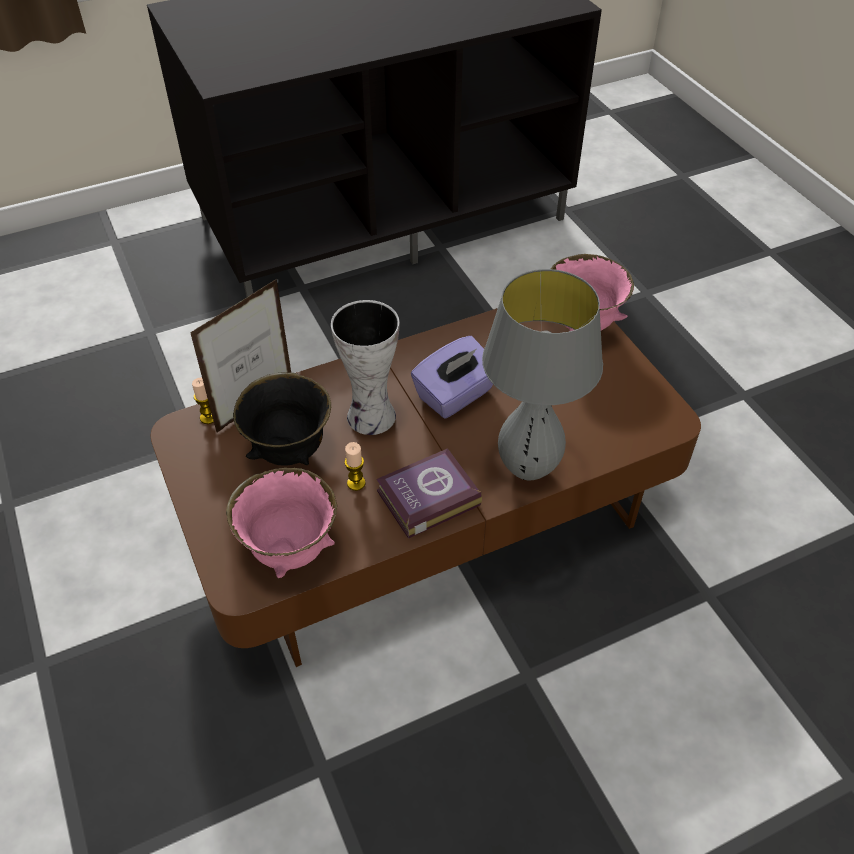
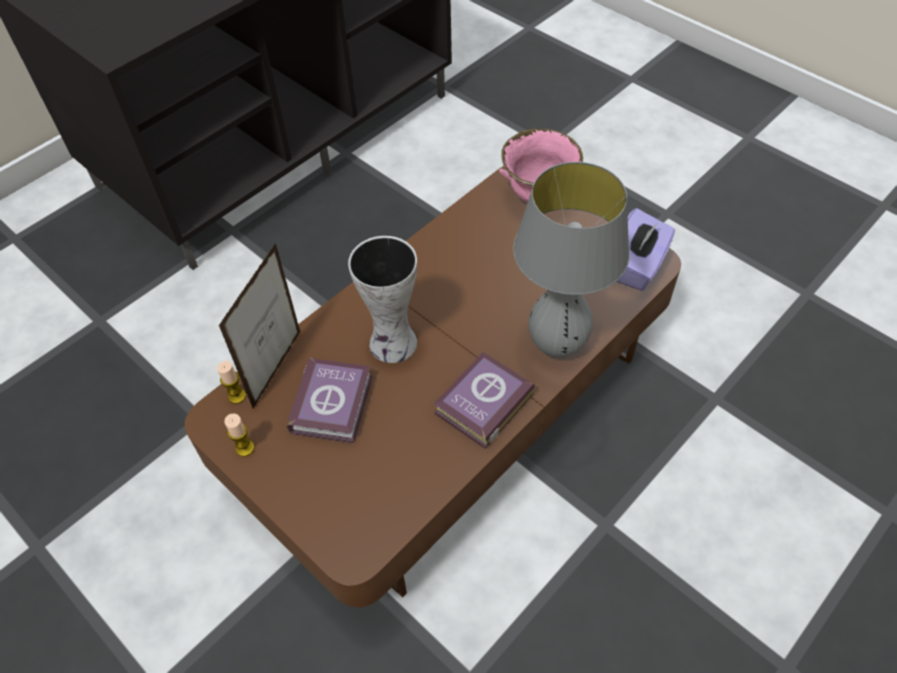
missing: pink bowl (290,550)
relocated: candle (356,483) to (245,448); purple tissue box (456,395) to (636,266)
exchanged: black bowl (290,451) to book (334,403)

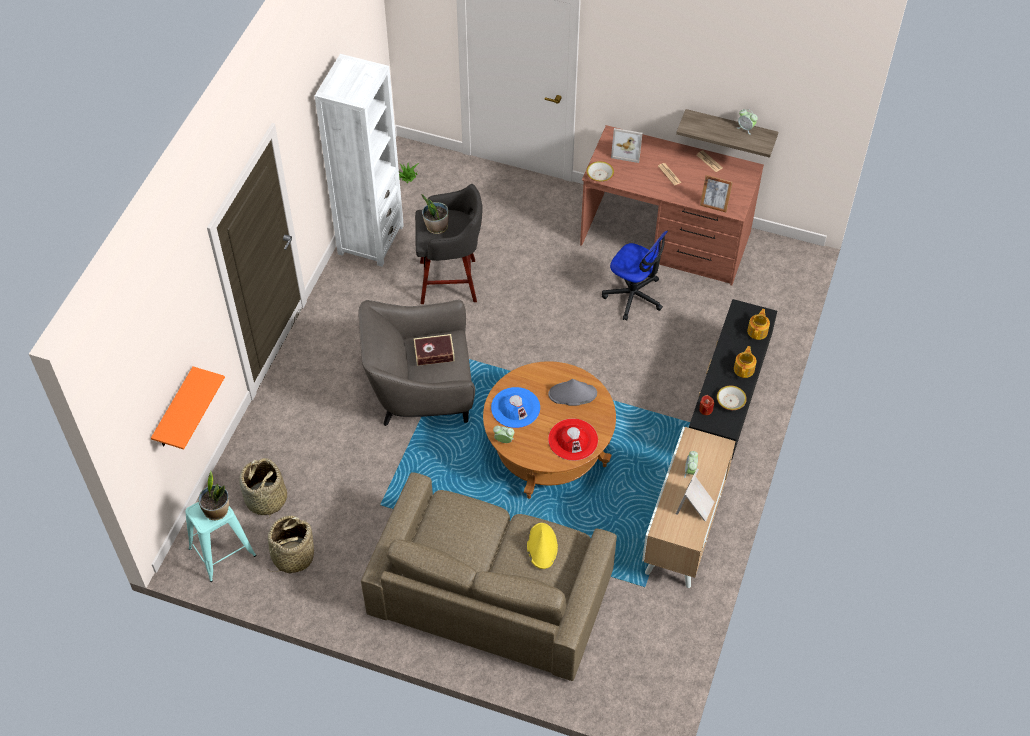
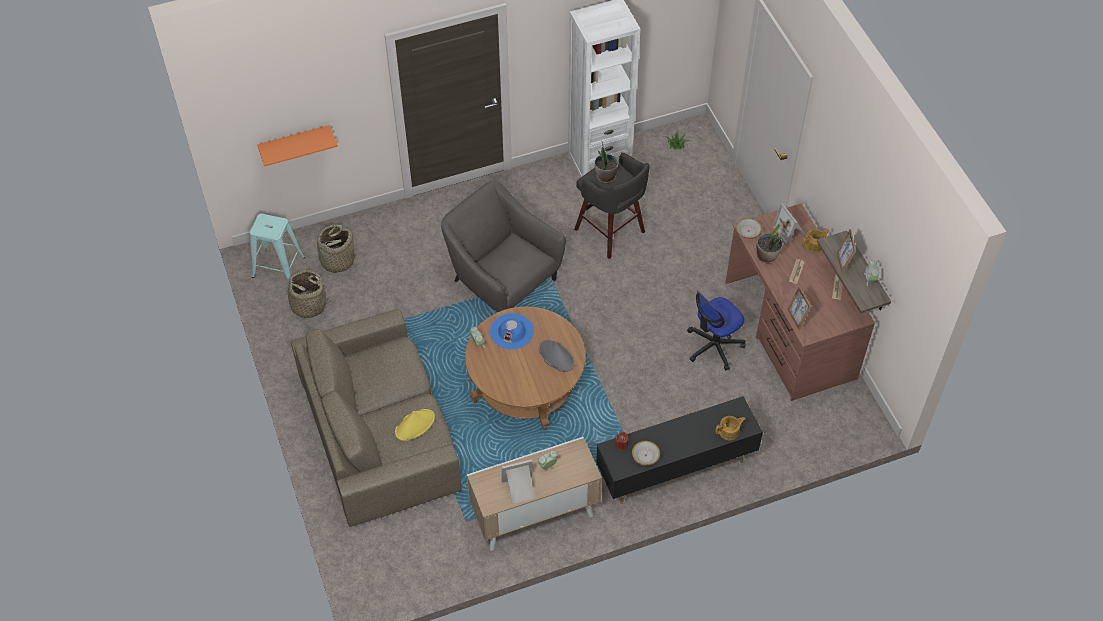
missing: book (434,353); red hat (573,439)
appeared: picture frame (843,262)
relocated: potted plant (217,511) to (767,256); teapot (744,369) to (814,245)
spun: office chair (633,296) = (714,346) 60 degrees clockwise

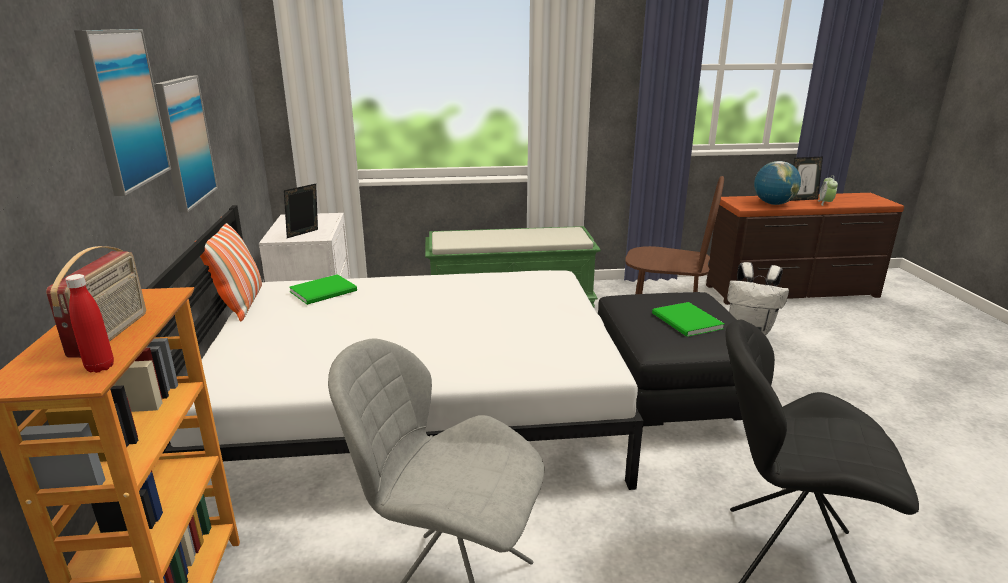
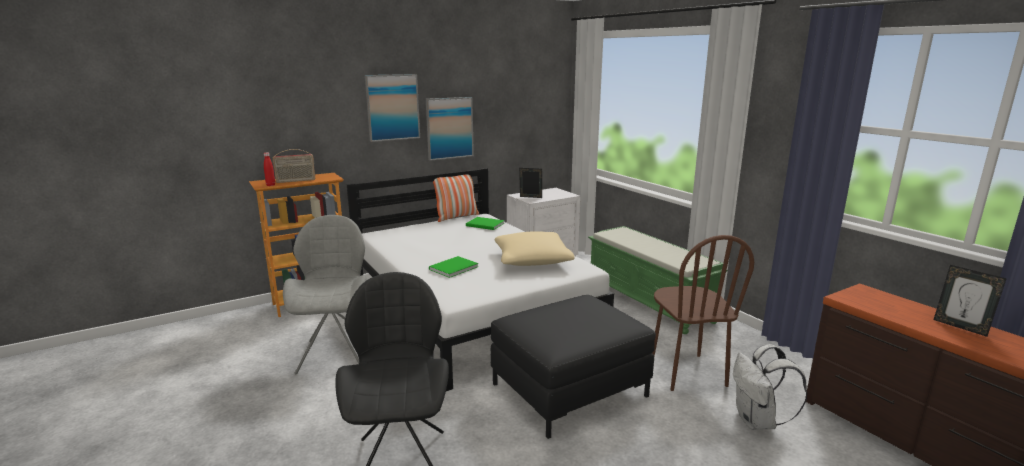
missing: globe (773,204); alarm clock (825,203)
appeared: beige pillow (532,260)
relocated: green book (686,322) to (452,268)

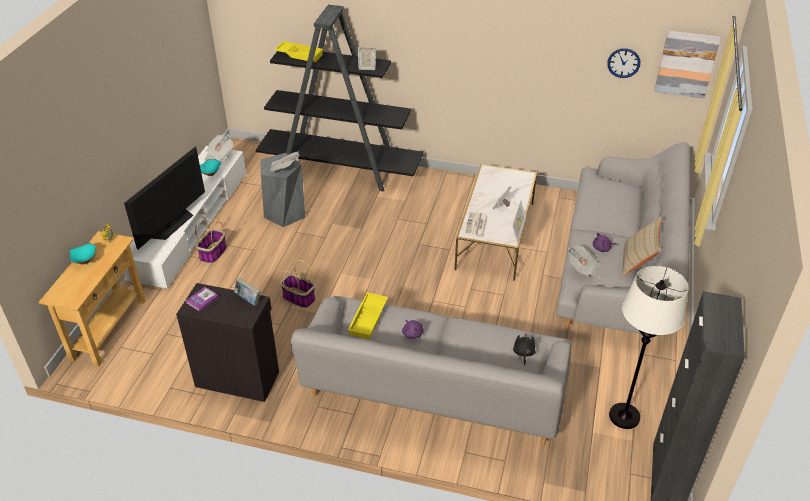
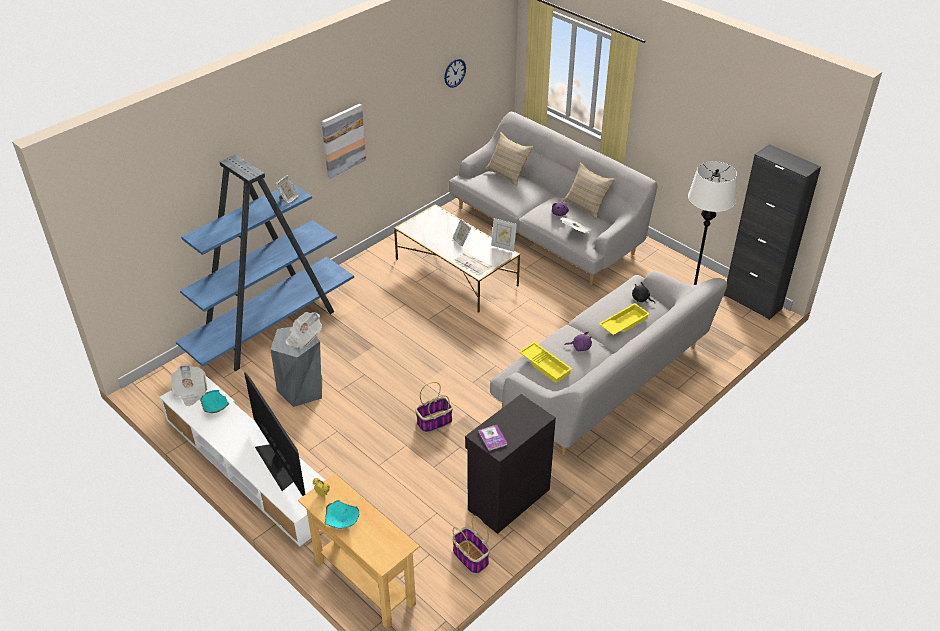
missing: book (248,300)
appeared: beige pillow (507,173)
relocated: basket (213,253) to (471,557); yellow tray (300,54) to (623,323); picture (686,64) to (343,140)
colour: black bookcase (341,170) to blue bookcase (271,326)

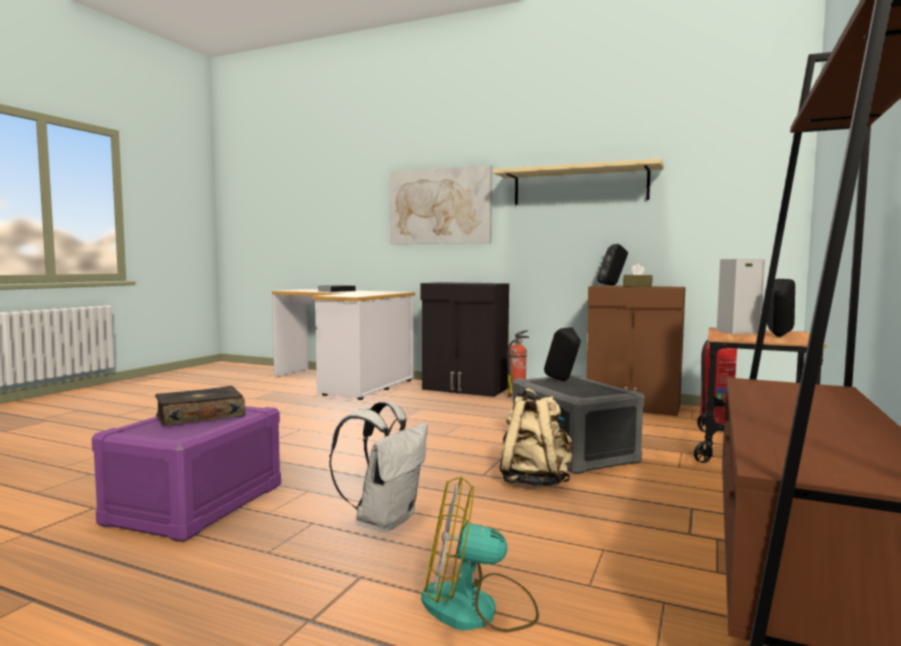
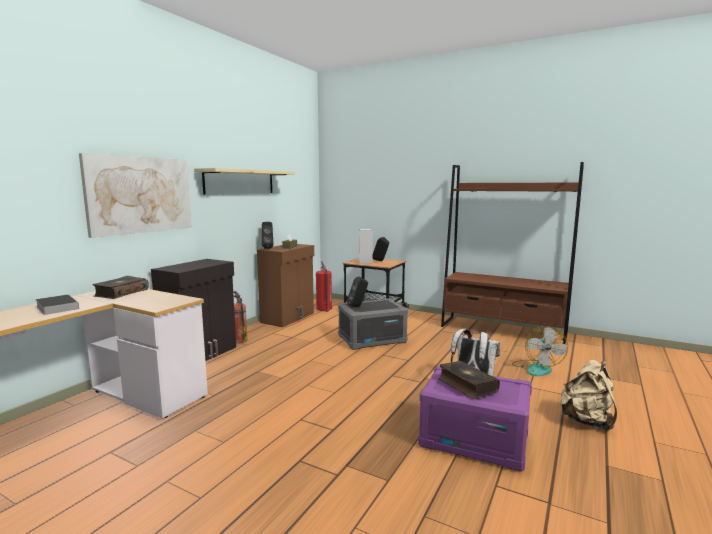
appeared: book (121,293)
relocated: beige backpack (534,481) to (587,421)

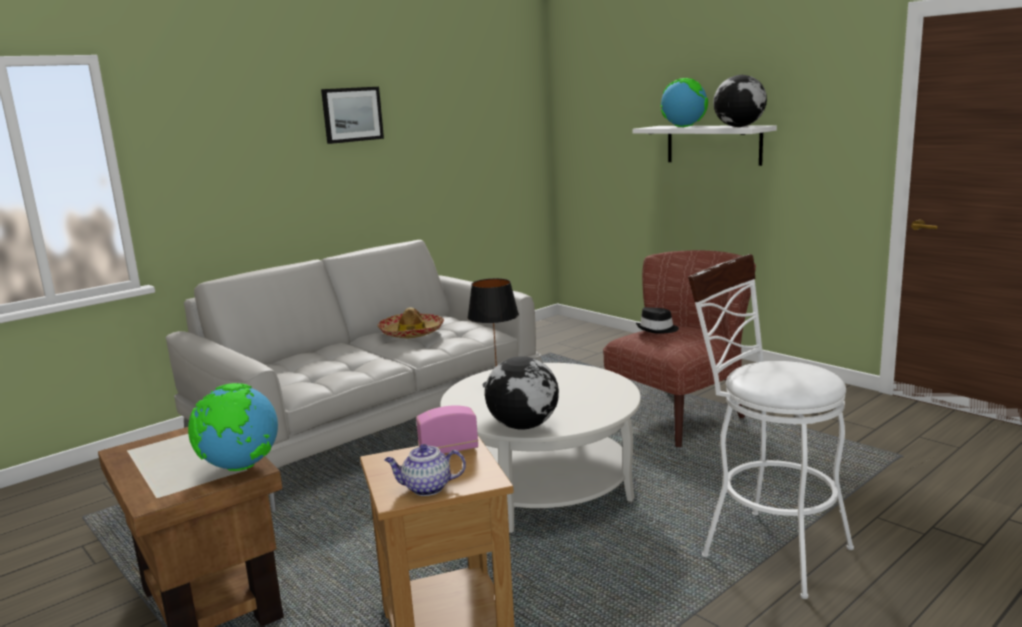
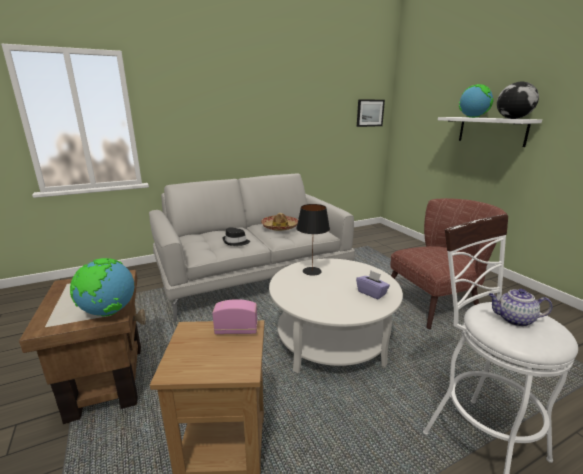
missing: globe (524,426)
appeared: purple tissue box (372,293)
relocated: picture (352,114) to (370,113); teapot (426,488) to (514,319); black hat (657,329) to (236,242)

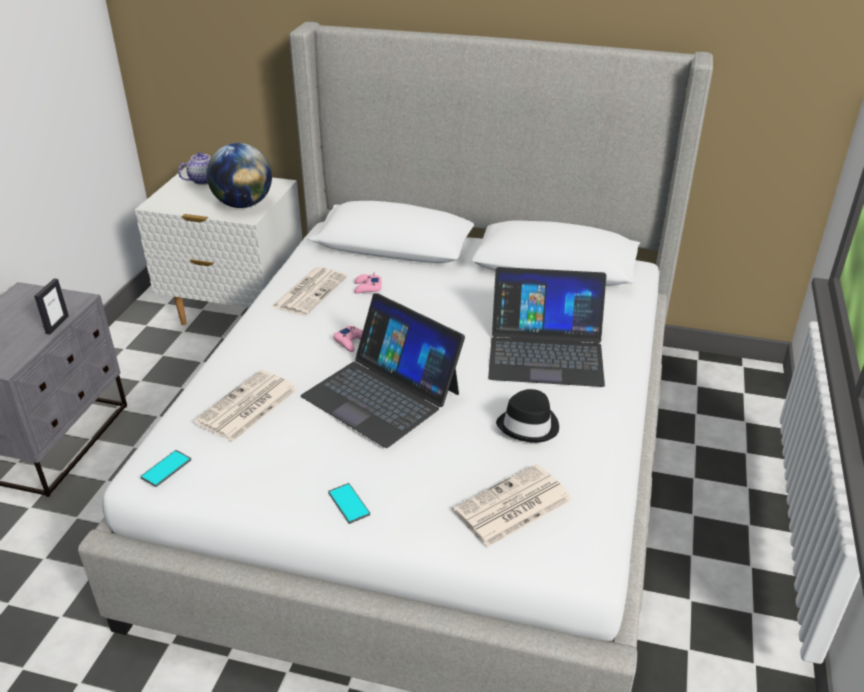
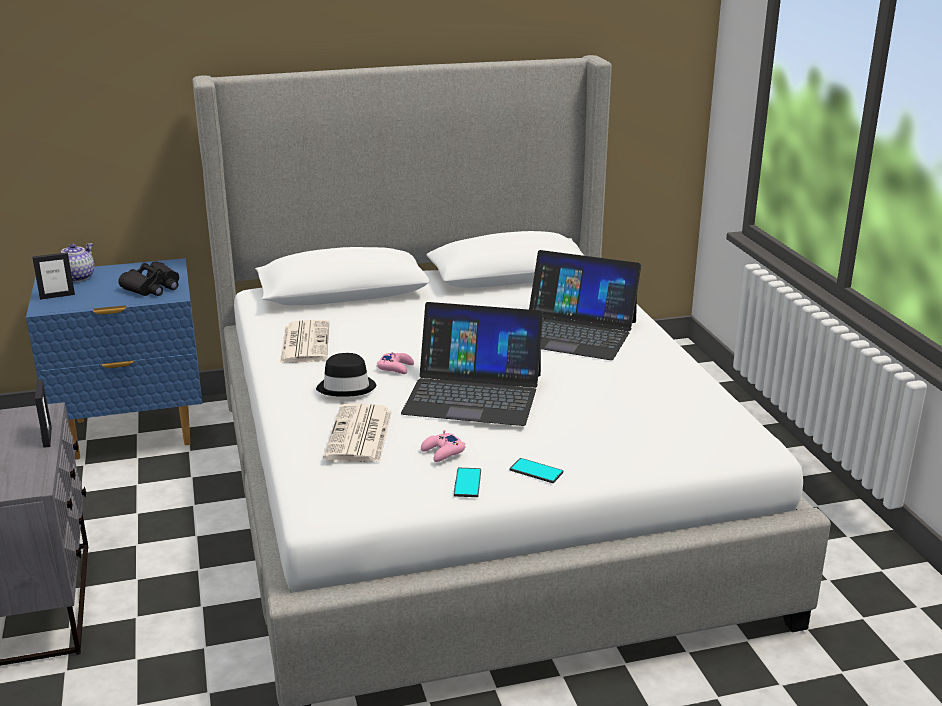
missing: newspaper (512,507)
appeared: picture frame (57,296)
relocated: phone (166,469) to (467,483); pink game controller (367,288) to (443,452); black hat (529,425) to (347,387)
exchanged: globe (243,204) to black binoculars (153,288)
colour: white nightstand (236,314) to blue nightstand (133,433)
spun: laptop (546,351) = (573,332) 45 degrees clockwise

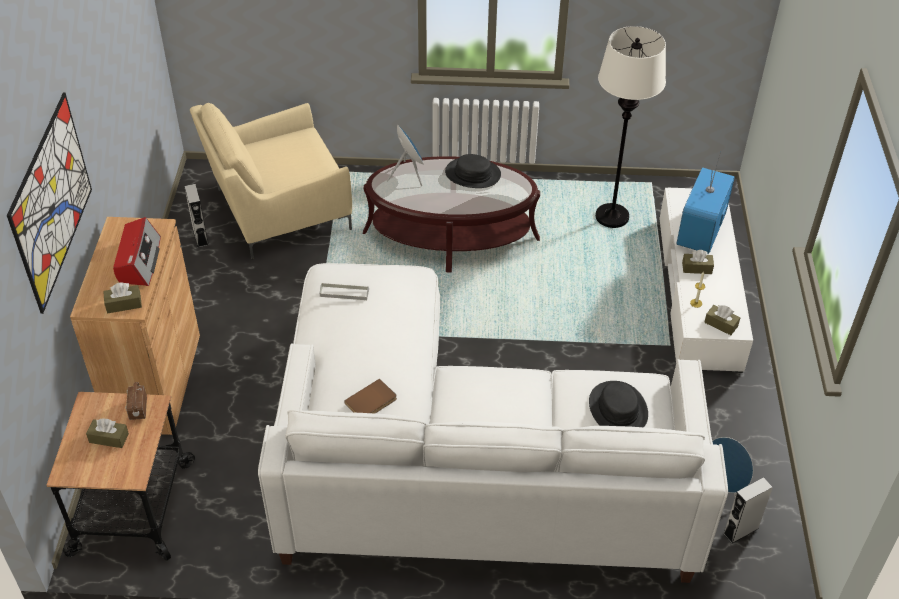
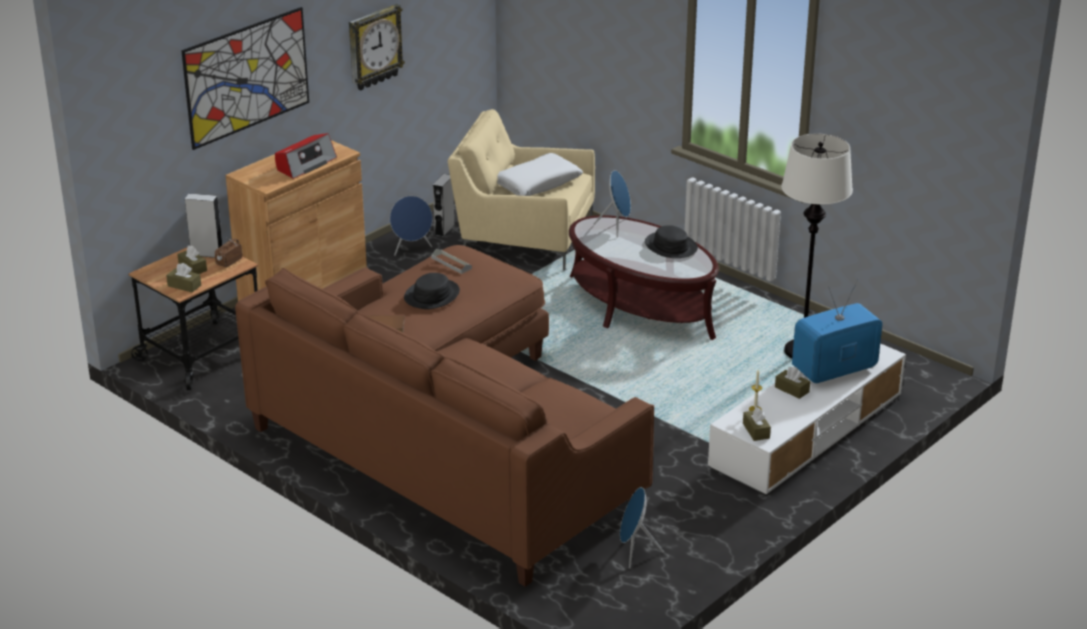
appeared: wall clock (374,47); blue speaker (411,249); white pillow (537,184)
relocated: brown tissue box (124,304) to (184,286); black hat (618,409) to (432,295); grey speaker (740,531) to (207,253)
colour: white sofa (461,466) to brown sofa (449,440)

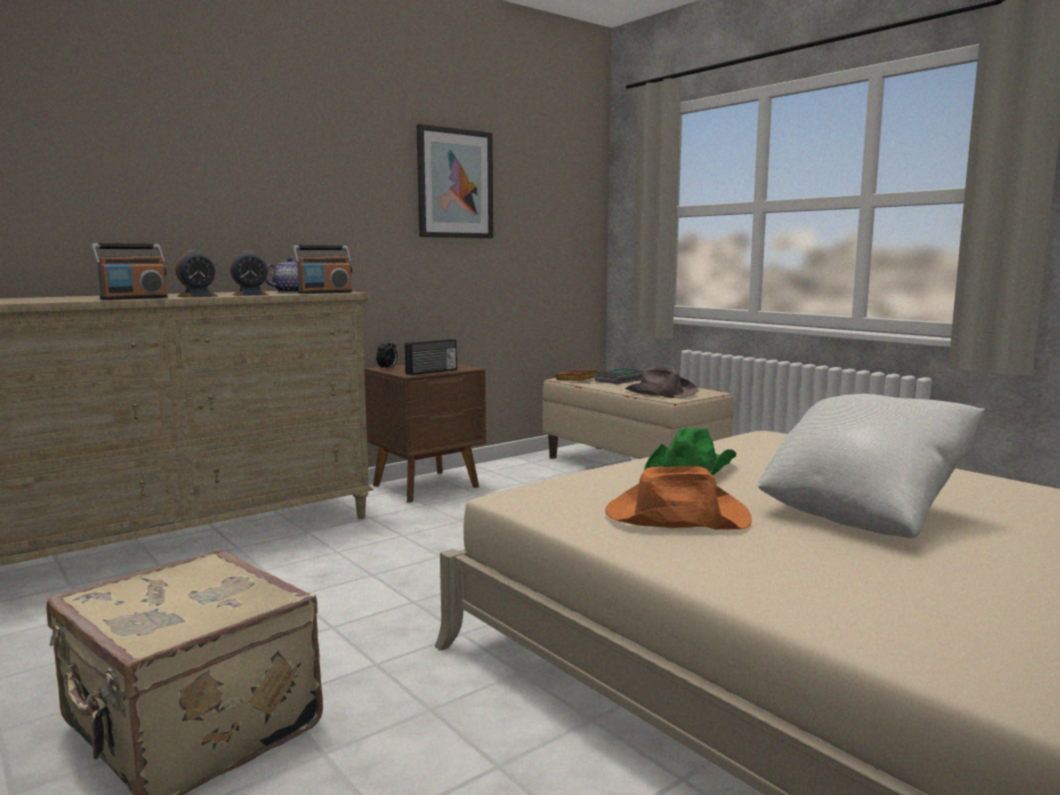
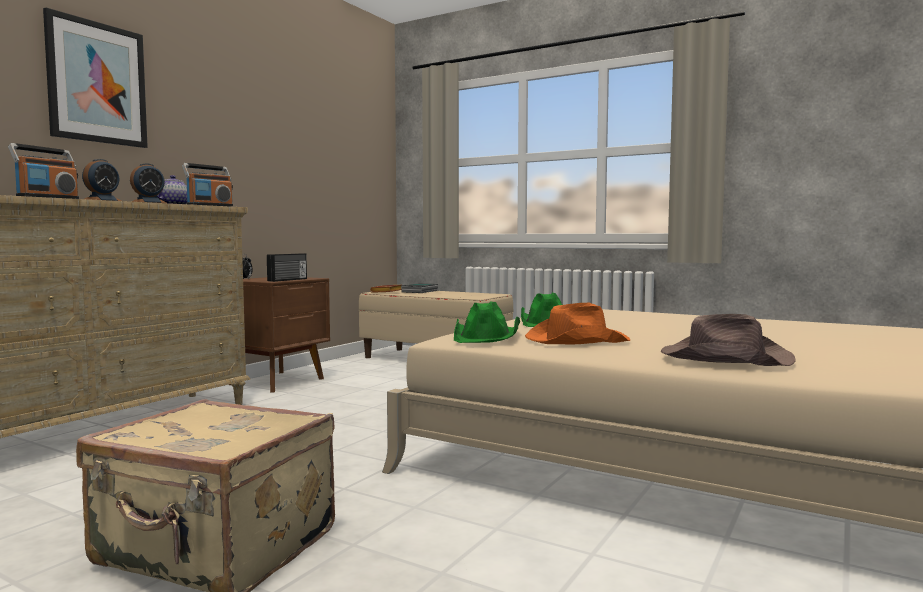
missing: white pillow (862,514)
appeared: green hat (487,337)
relocated: picture (455,184) to (97,83); brown hat (660,393) to (724,358)

